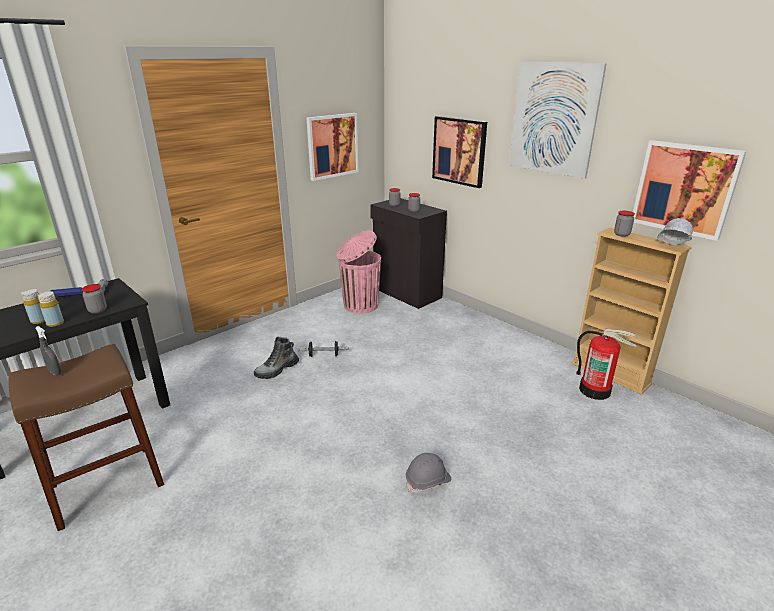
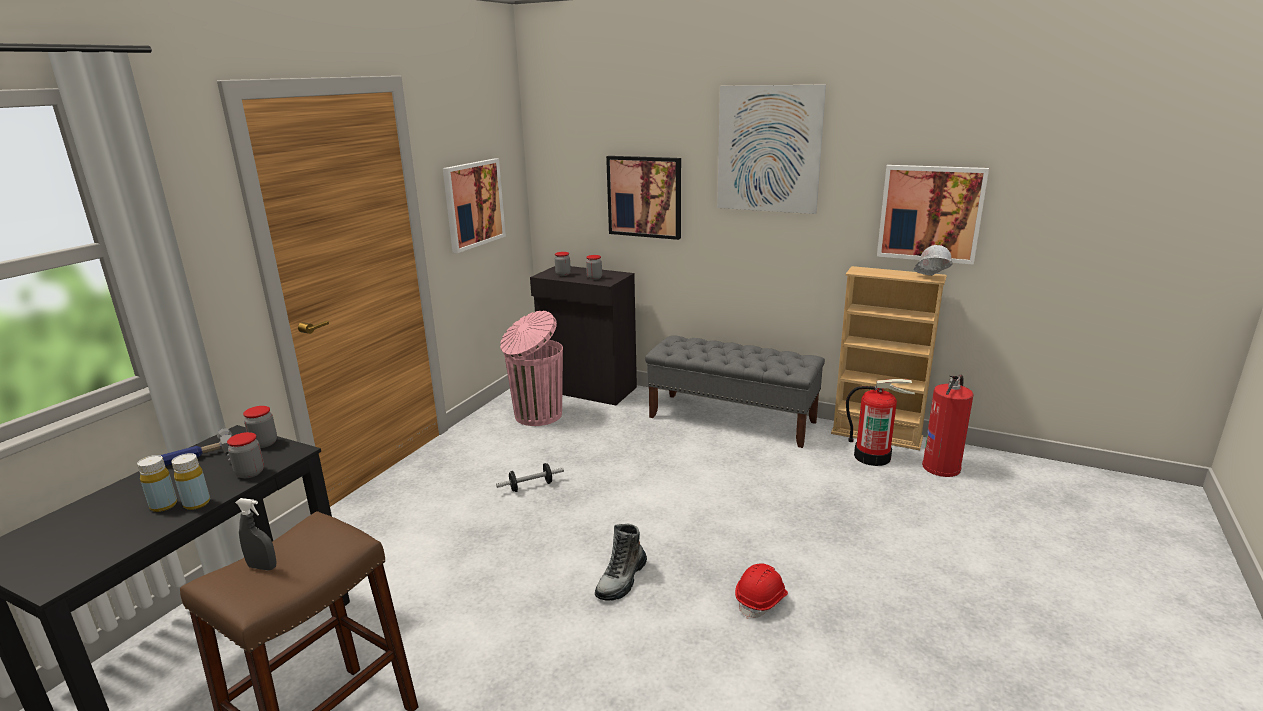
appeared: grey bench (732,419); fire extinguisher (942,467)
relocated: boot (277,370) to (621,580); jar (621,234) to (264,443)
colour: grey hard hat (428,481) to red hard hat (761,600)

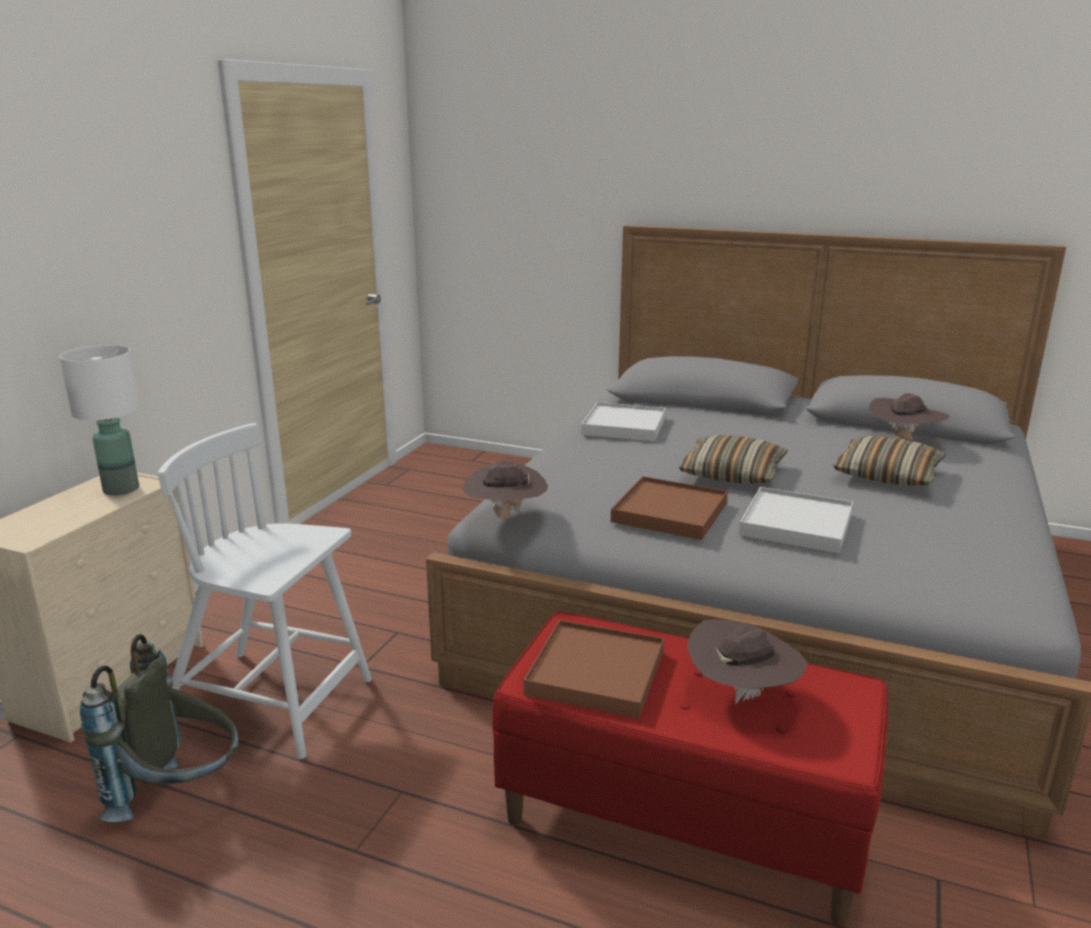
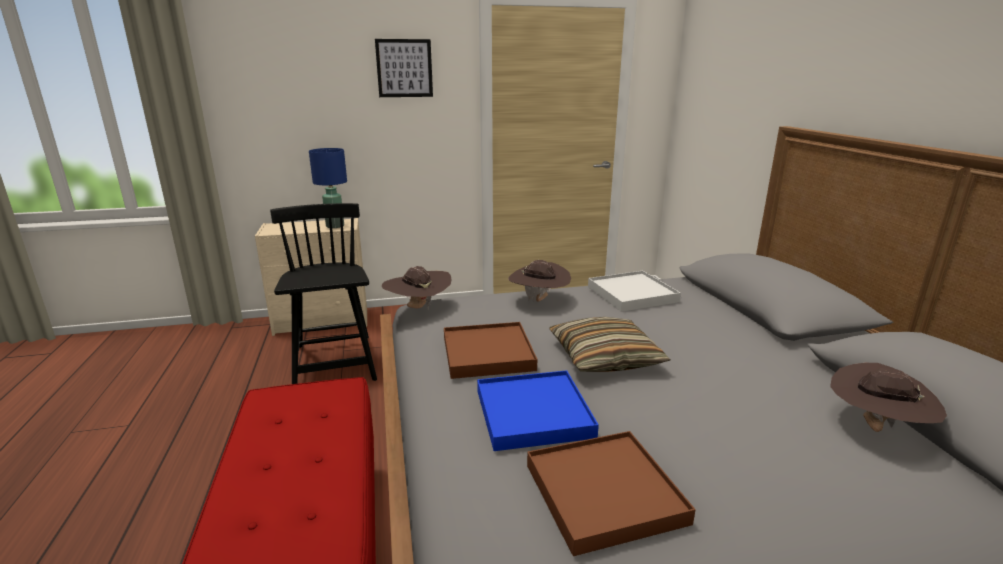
missing: grey backpack (180,795); pillow (886,475)
appeared: picture (404,68)
relocated: brown tray (596,673) to (604,493); brown hat (742,694) to (539,301)
colour: white table lamp (122,489) to blue table lamp (335,226); white chair (273,702) to black chair (334,364); white tray (796,525) to blue tray (533,413)

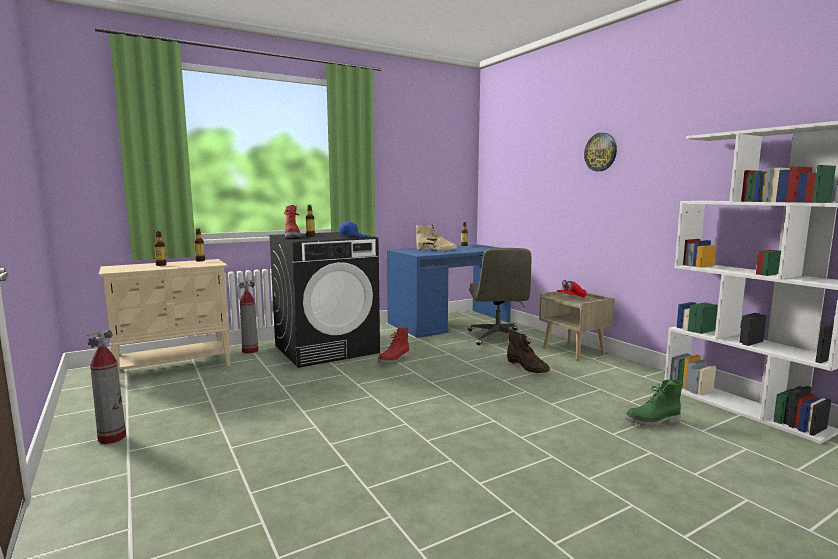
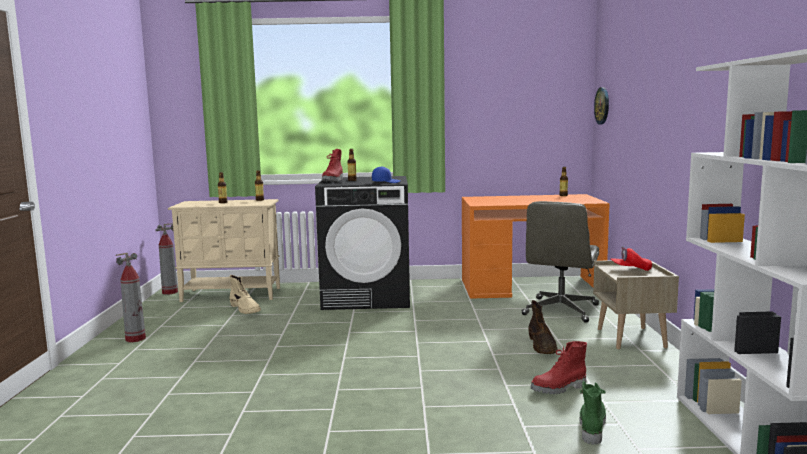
relocated: fire extinguisher (250,351) to (169,292); red boot (394,360) to (559,388); beige boot (436,250) to (245,309); wall clock (600,152) to (602,105)
colour: blue desk (449,322) to orange desk (530,287)
spun: green boot (653,422) = (591,426) 90 degrees clockwise

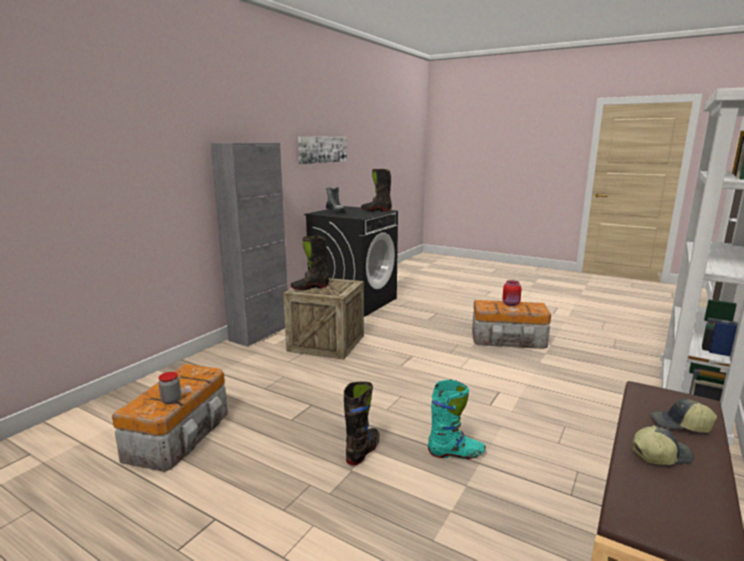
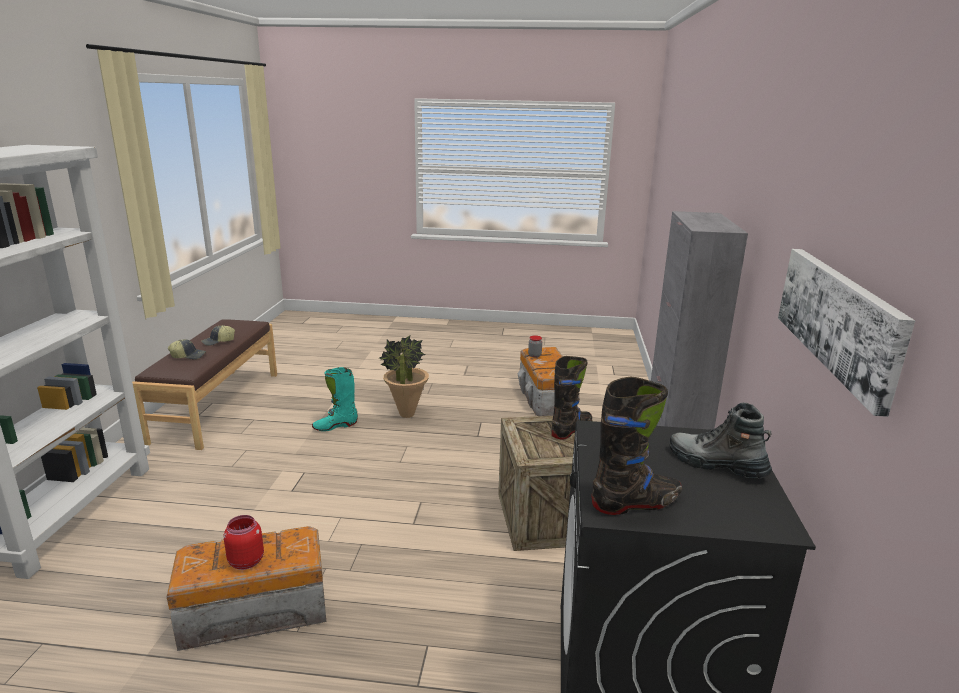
exchanged: black boot (363,451) to potted plant (406,414)

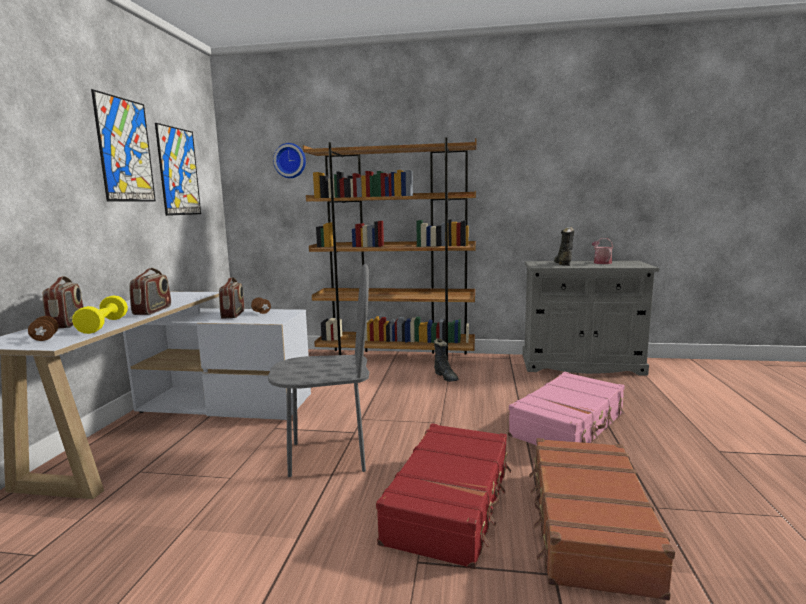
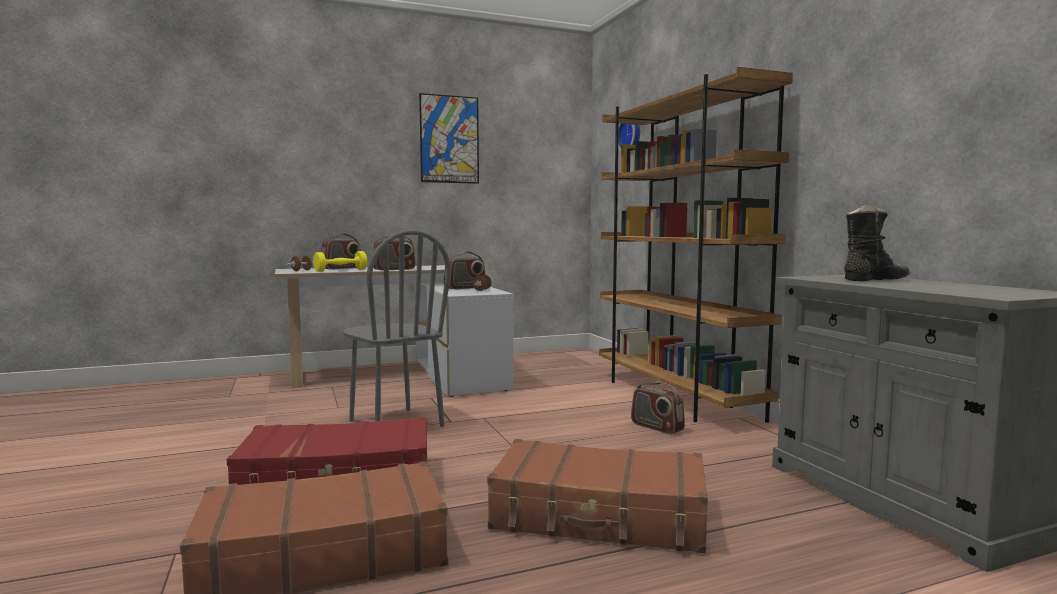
missing: picture (179,171); watering can (601,262)
exchanged: black boot (446,377) to radio (656,427)
colour: pink suitcase (569,425) to brown suitcase (599,517)

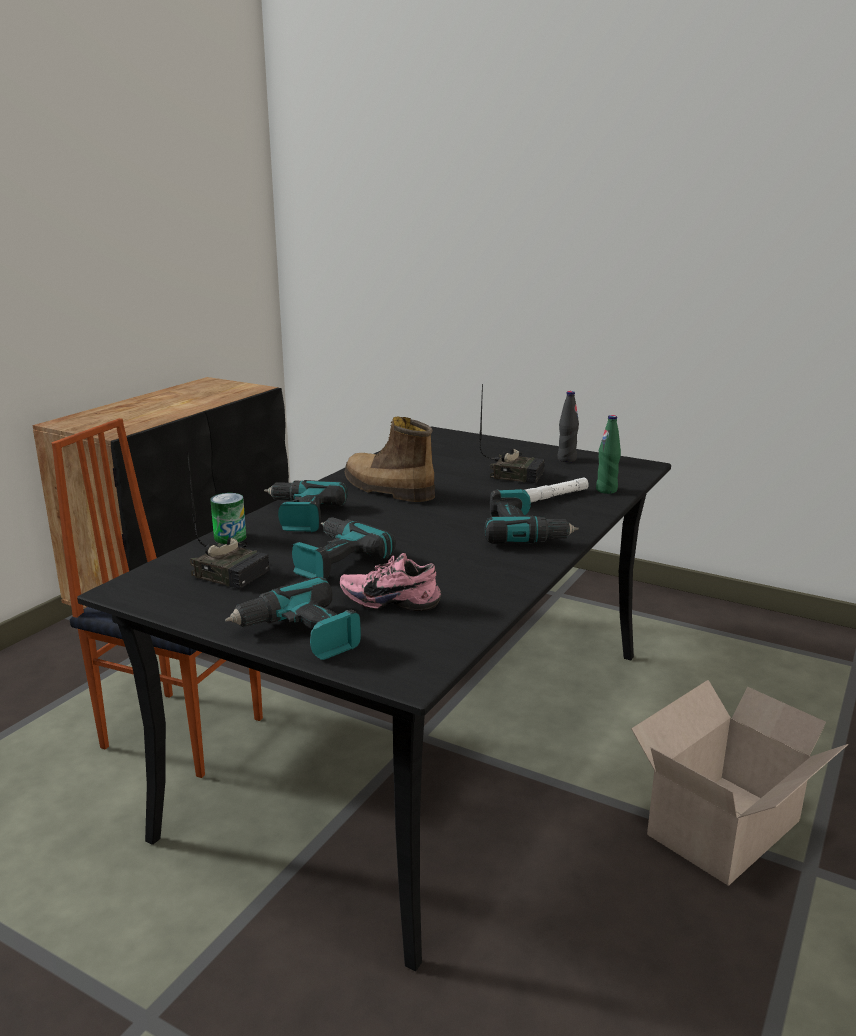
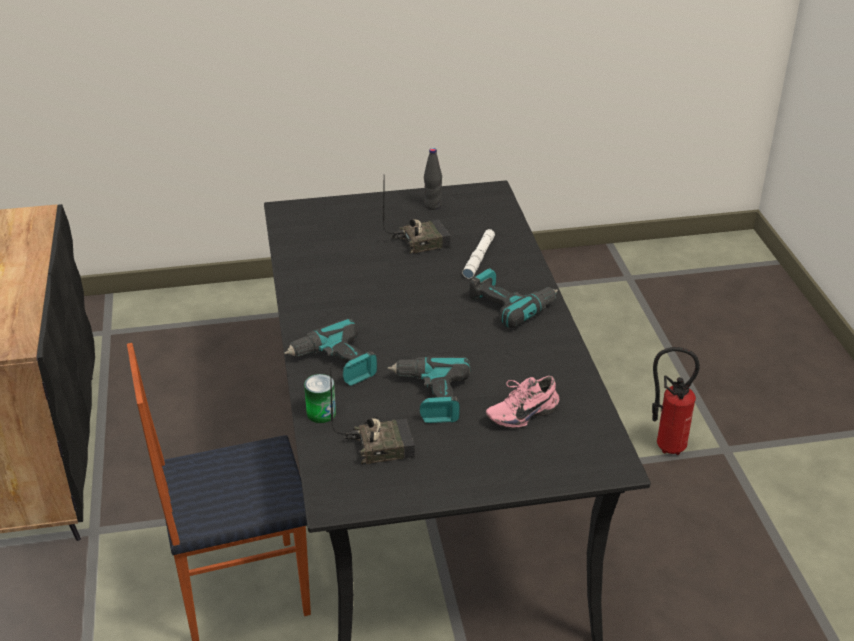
missing: power drill (300,636); boot (387,490); green bottle (606,490)
exchanged: cardboard box (727,826) to fire extinguisher (665,446)

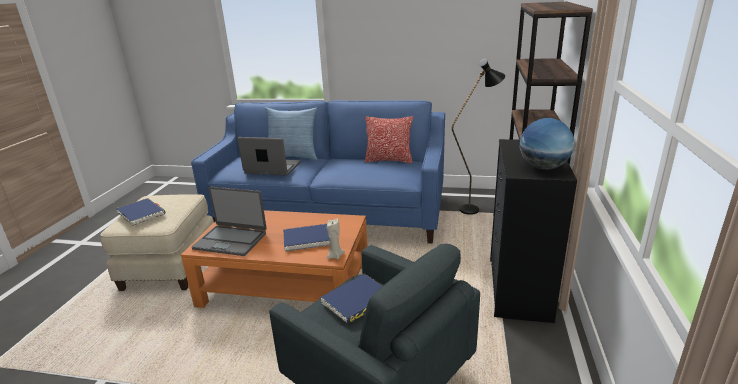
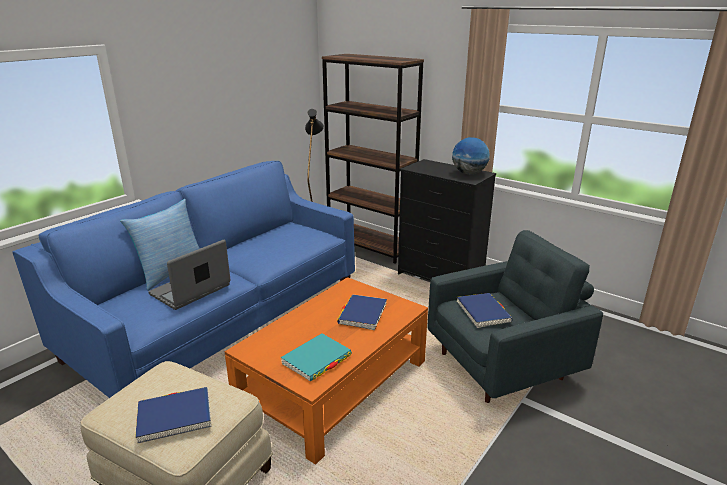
missing: beige candle (335,256); pillow (389,160)
exchanged: laptop (231,240) to turquoise book (316,359)

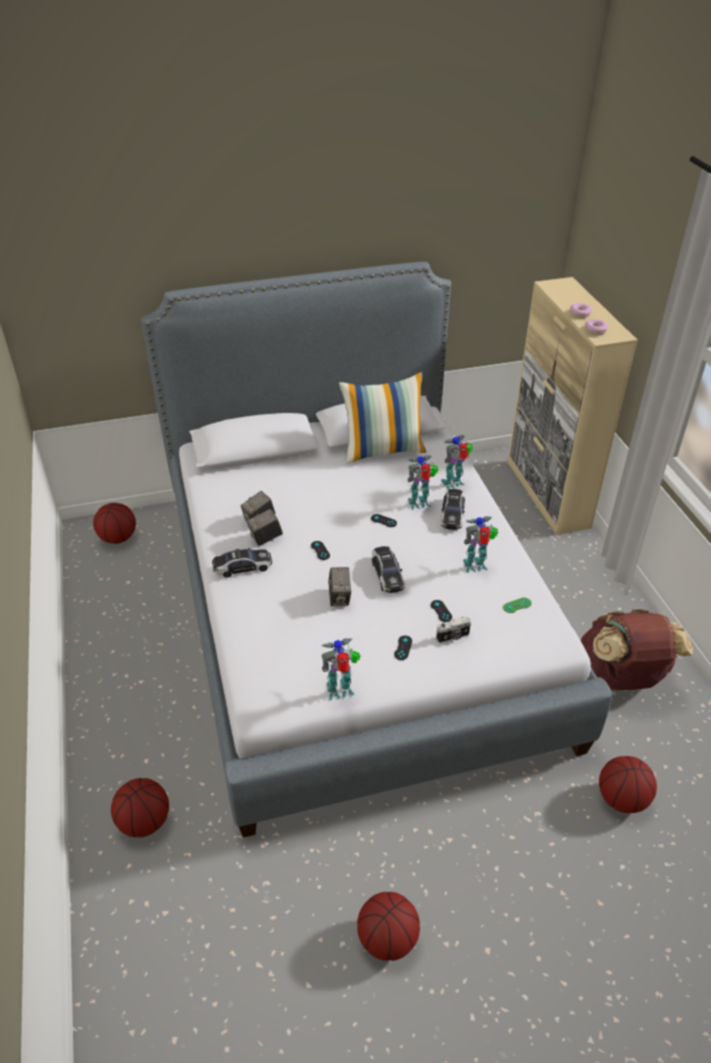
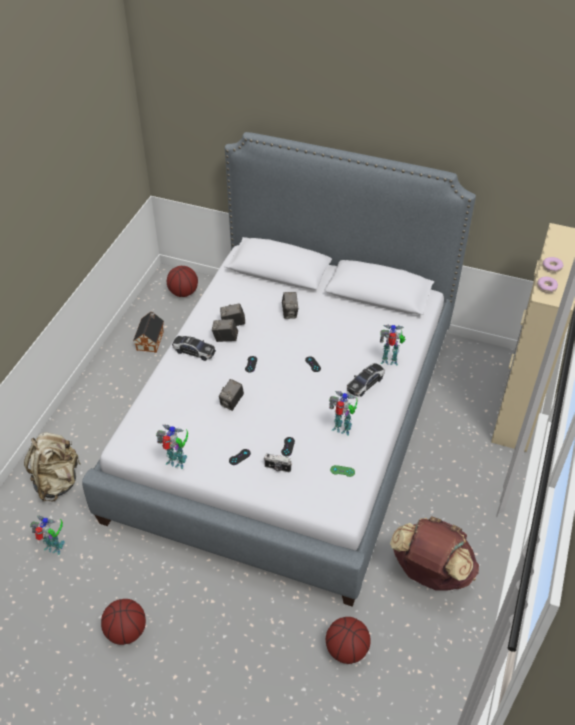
missing: pillow (383,450); toy car (387,574)
appeared: toy house (151,339); photo camera (290,313)
relocated: toy robot (420,504) to (54,548)
exchanged: basketball (144,822) to beige backpack (57,482)

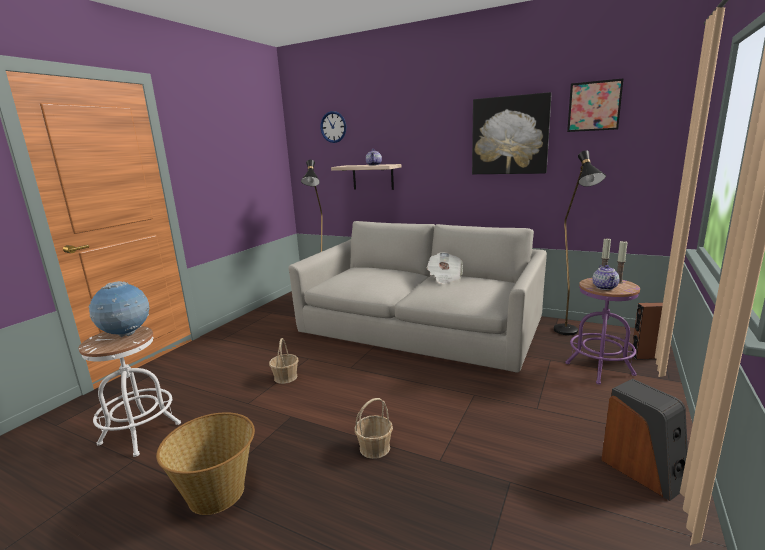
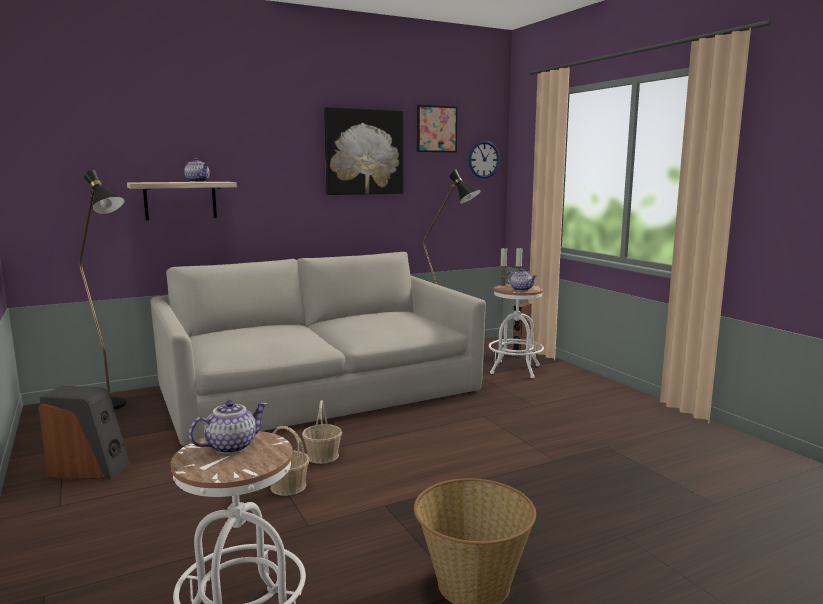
missing: newspaper (445,277)
relocated: wall clock (333,127) to (484,159); basket (375,448) to (323,456); speaker (643,471) to (89,469)
exchanged: globe (126,335) to teapot (231,446)
colour: purple stool (599,369) to white stool (515,369)

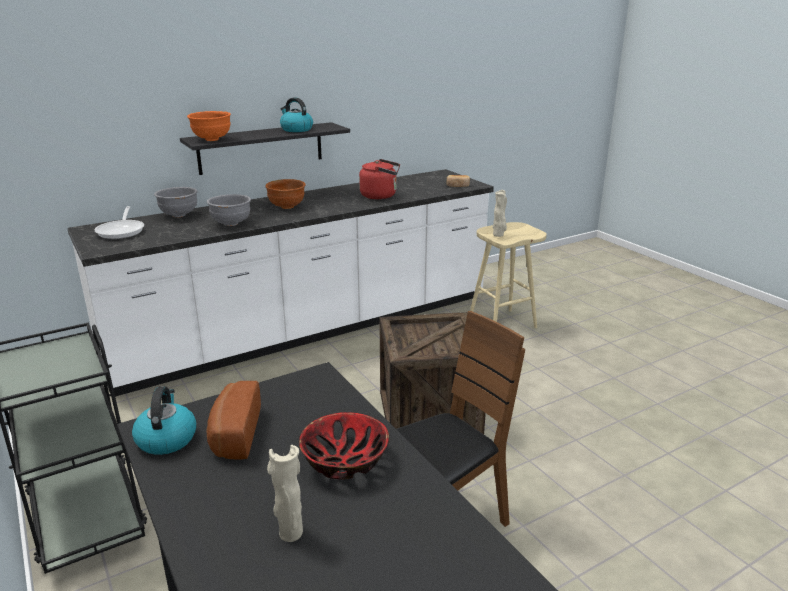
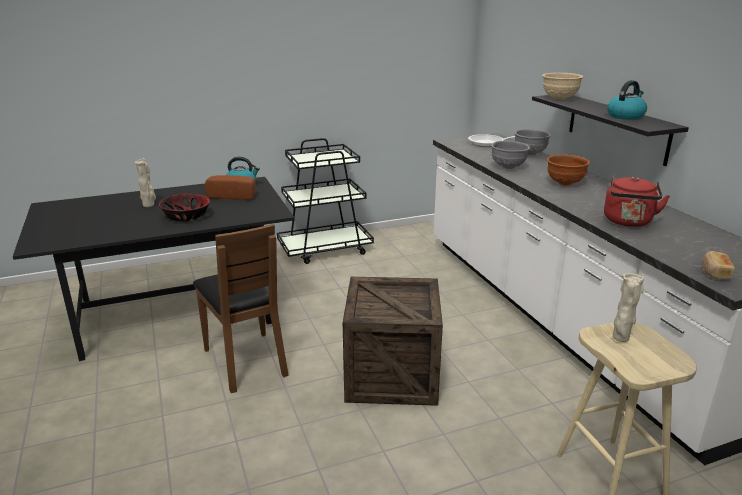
colour: orange bowl (211,139) to beige bowl (559,98)

